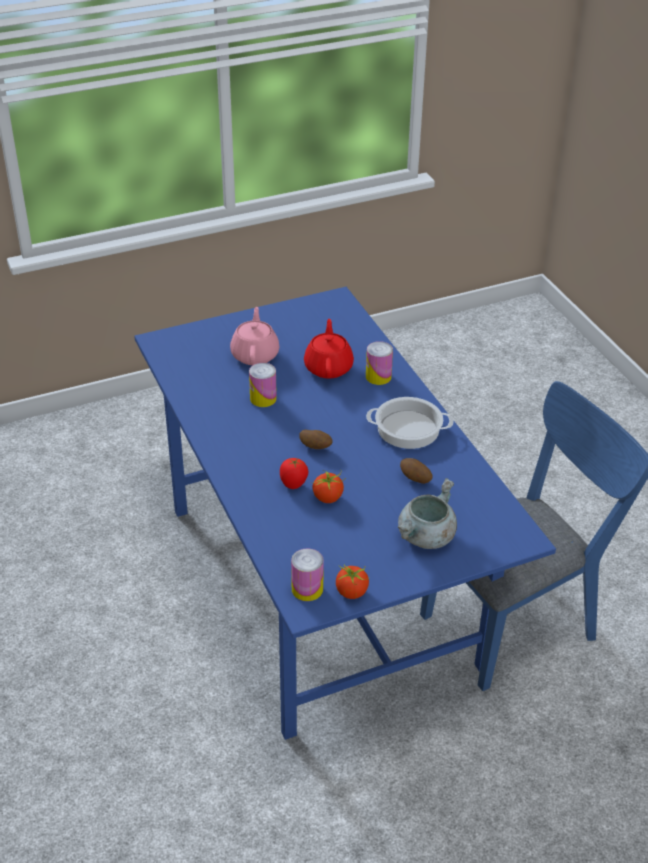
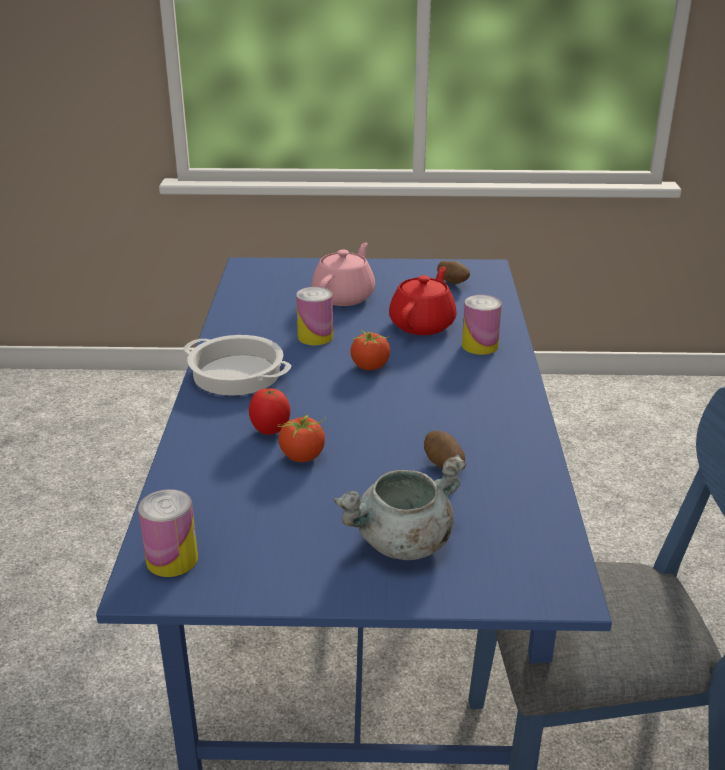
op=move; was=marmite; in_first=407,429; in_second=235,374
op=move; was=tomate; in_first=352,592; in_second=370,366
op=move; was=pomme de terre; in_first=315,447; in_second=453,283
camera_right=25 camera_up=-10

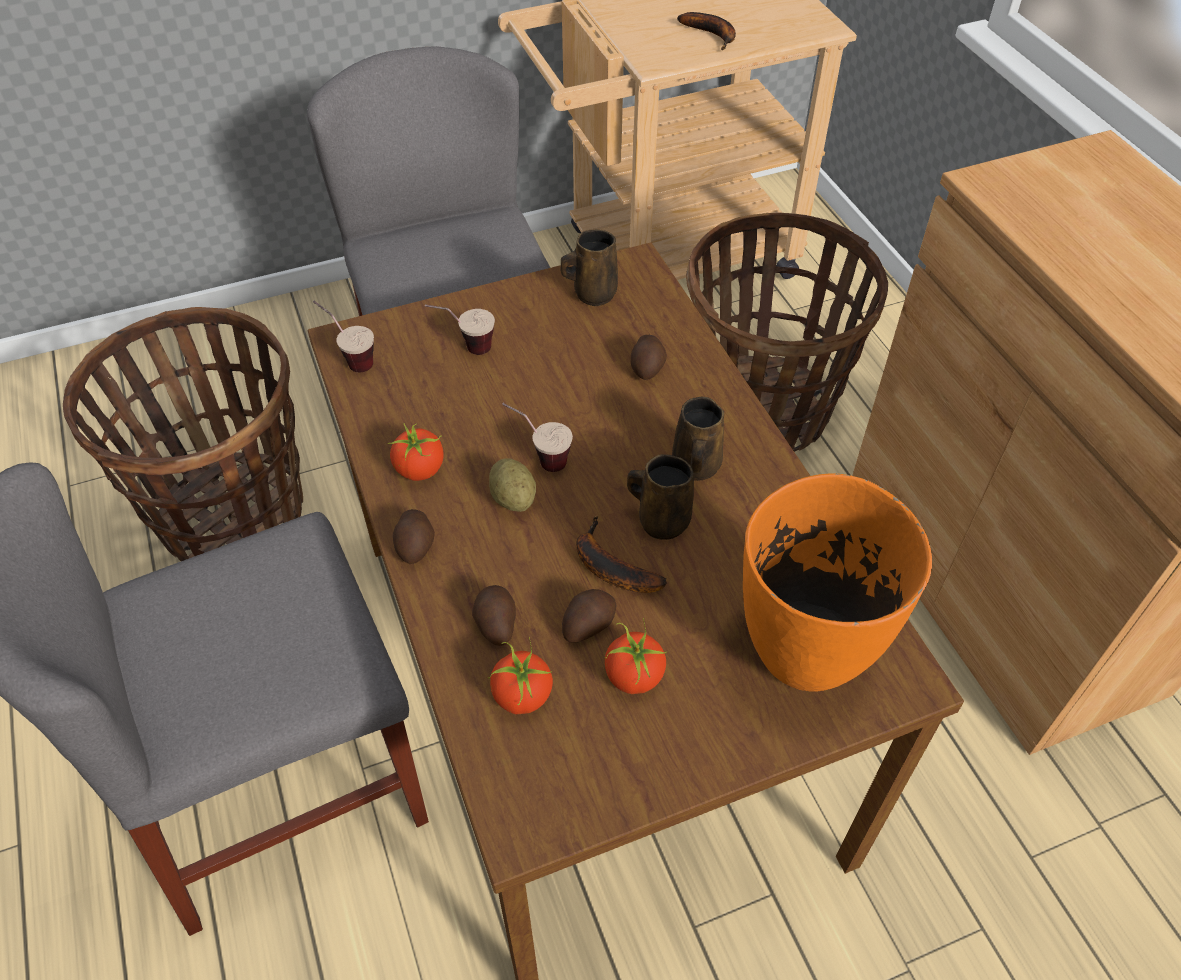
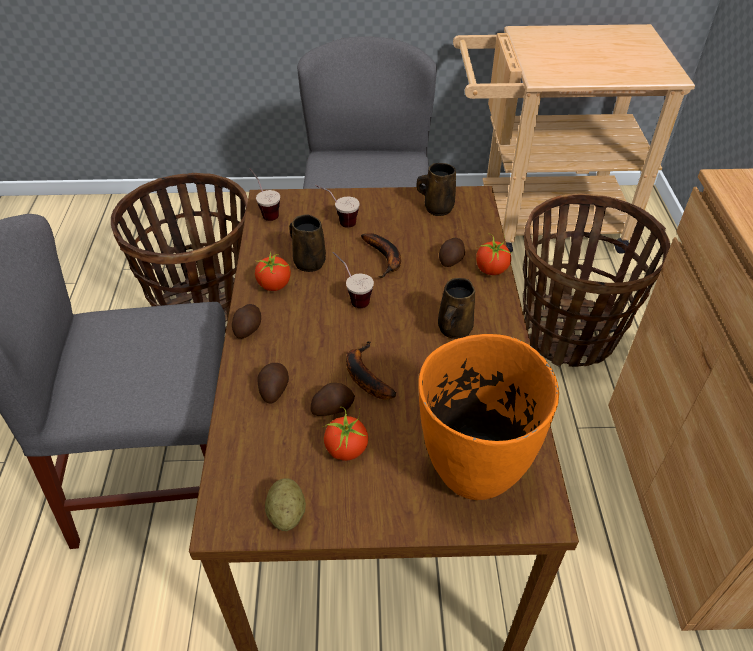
op=move; was=pomme de terre; in_first=513,498; in_second=287,513
op=move; was=mug/marron; in_first=661,520; in_second=308,261
op=move; was=banane; in_first=712,35; in_second=385,258
op=move; was=tomate; in_first=522,695; in_second=491,269
camera_right=20 camera_up=-5

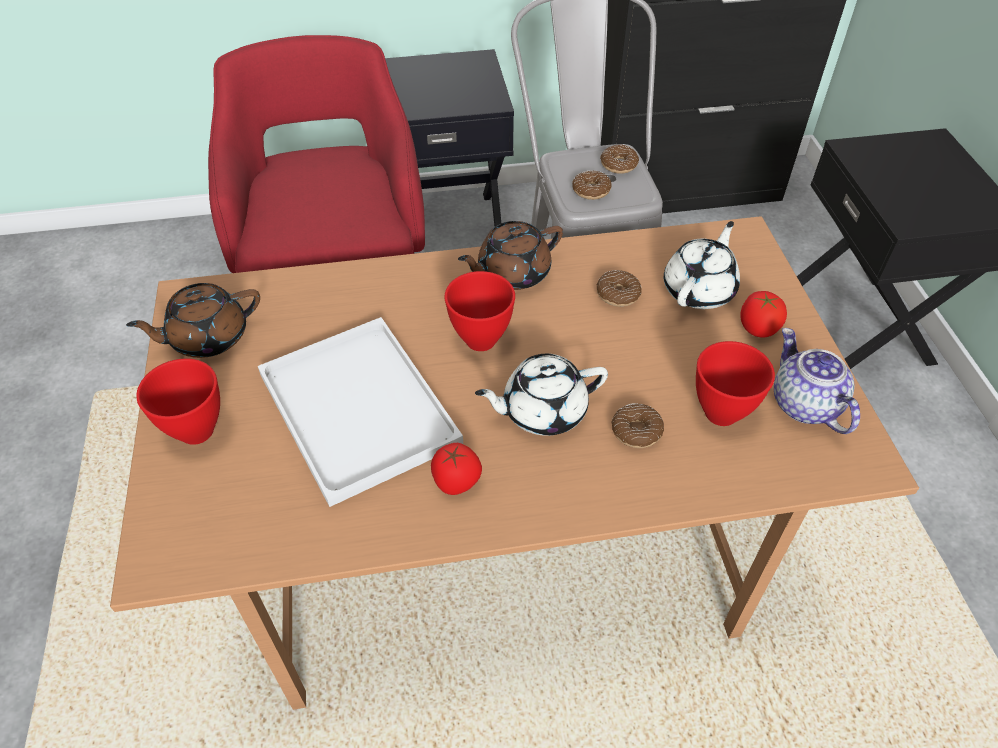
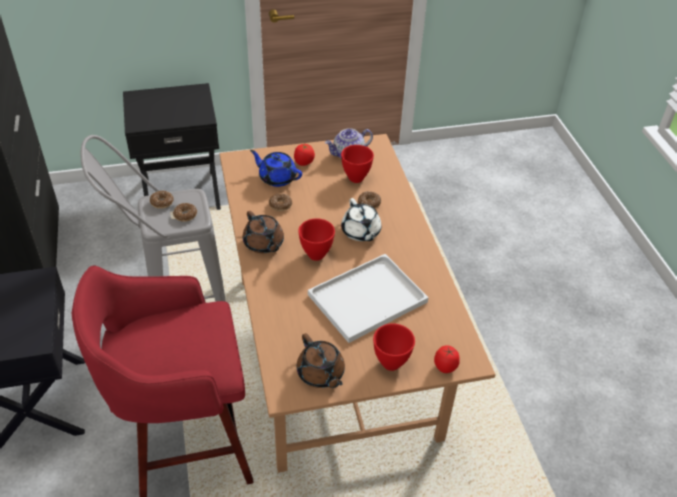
op=recolor; was=théière/blanc; now=théière/bleu; in_first=699,290; in_second=277,178
op=move; was=tomate; in_first=457,483; in_second=445,367
camera_right=-95 camera_up=-5

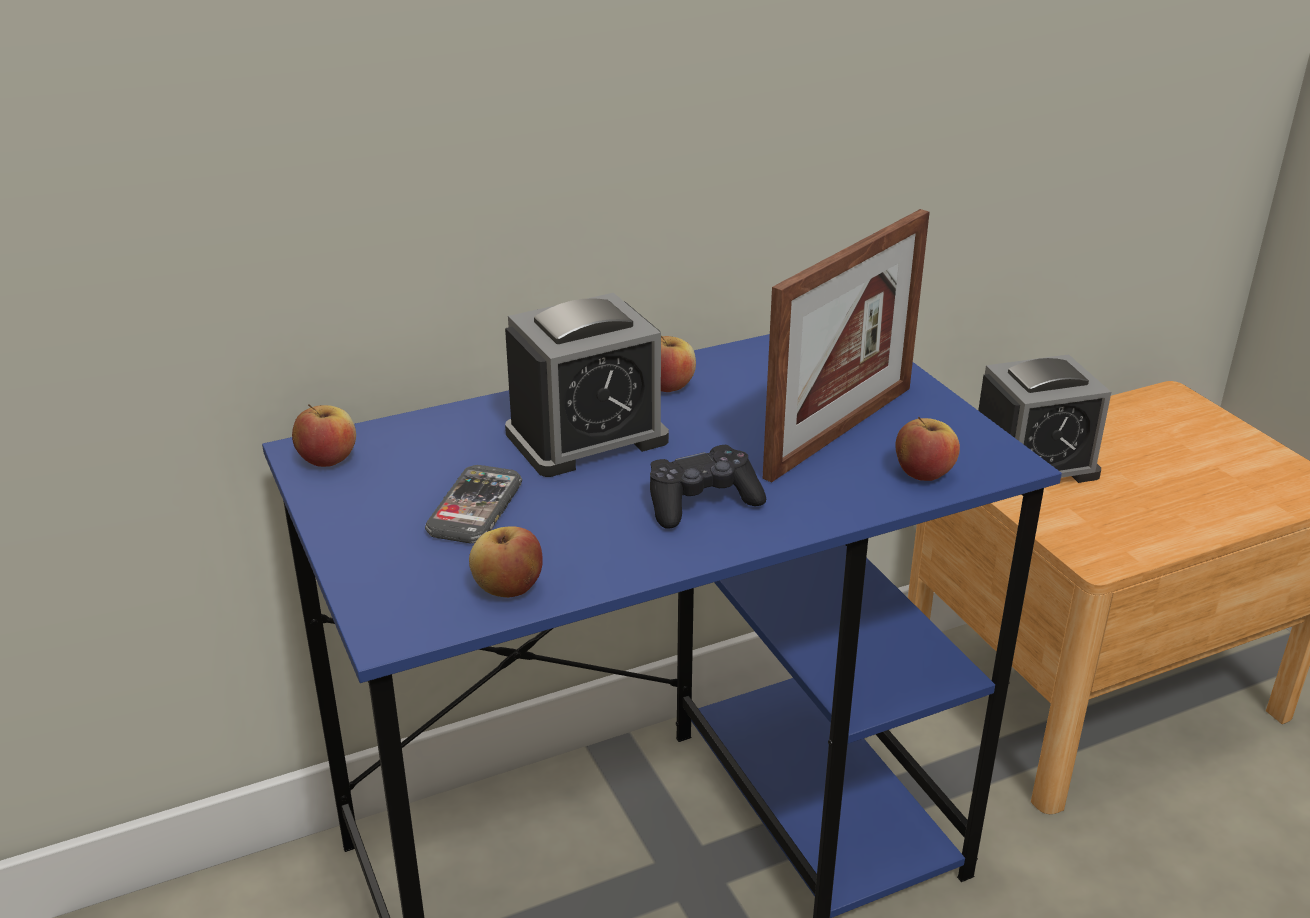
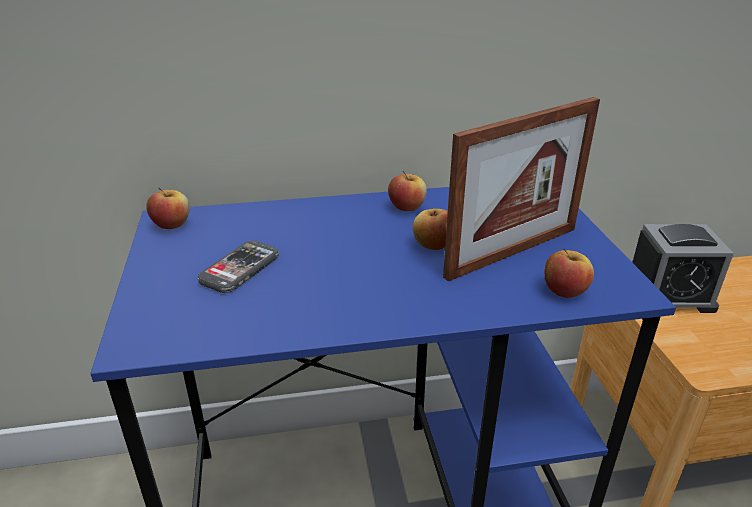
op=move; was=pomme; in_first=508,588; in_second=433,245
op=delete; was=réveil; in_first=587,437
op=delete; was=manette/noir; in_first=701,502
camera_right=15 camera_up=0

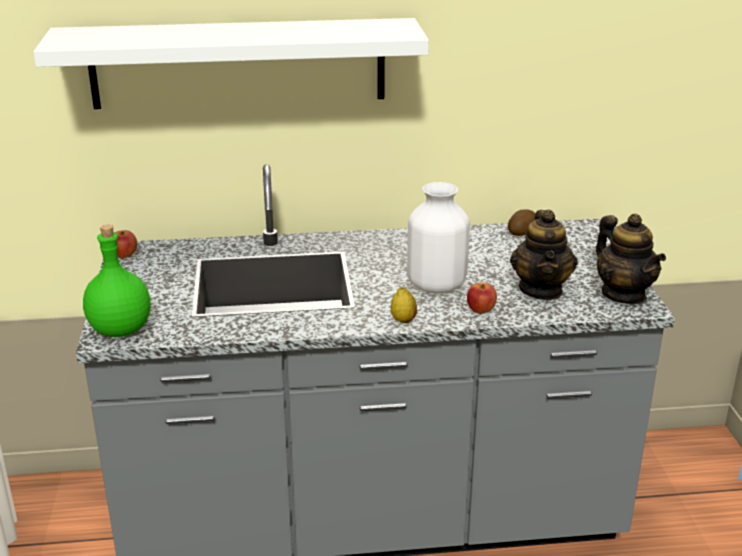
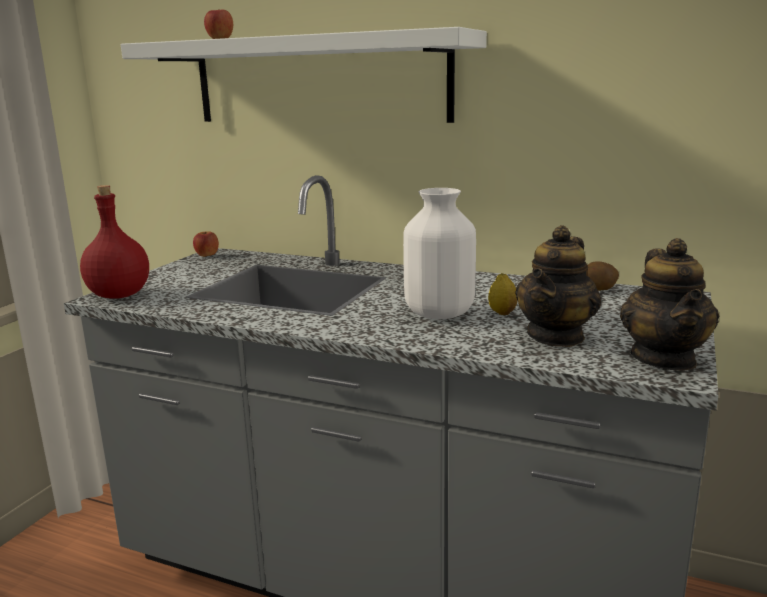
op=recolor; was=bouteille/vert; now=bouteille/rouge; in_first=122,330; in_second=120,295
op=move; was=pomme; in_first=481,311; in_second=220,39
op=move; was=citron; in_first=403,320; in_second=502,313
camera_right=30 camera_up=-10

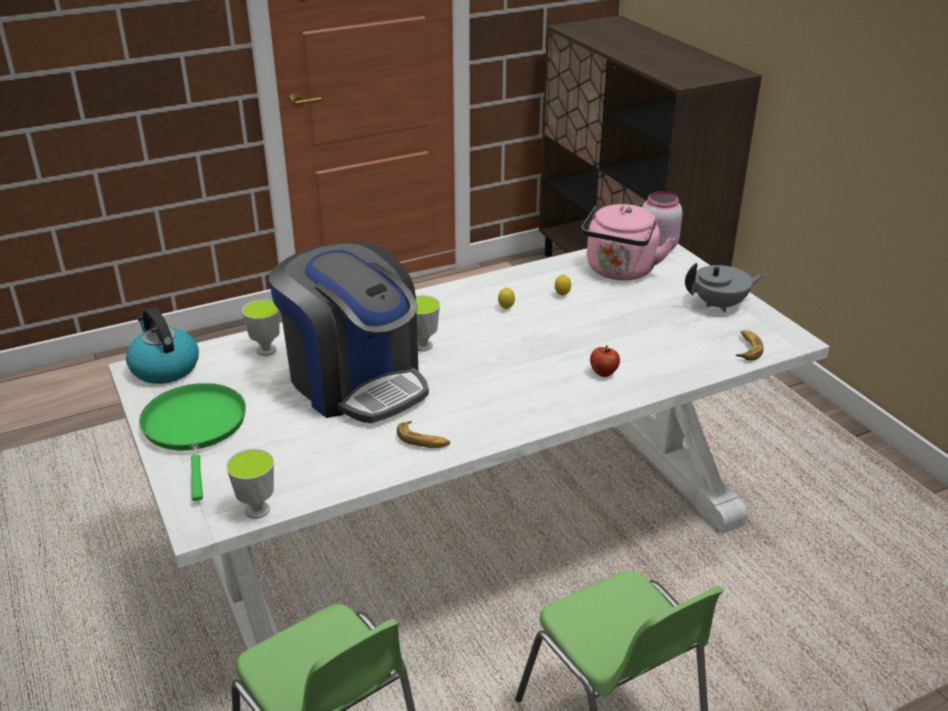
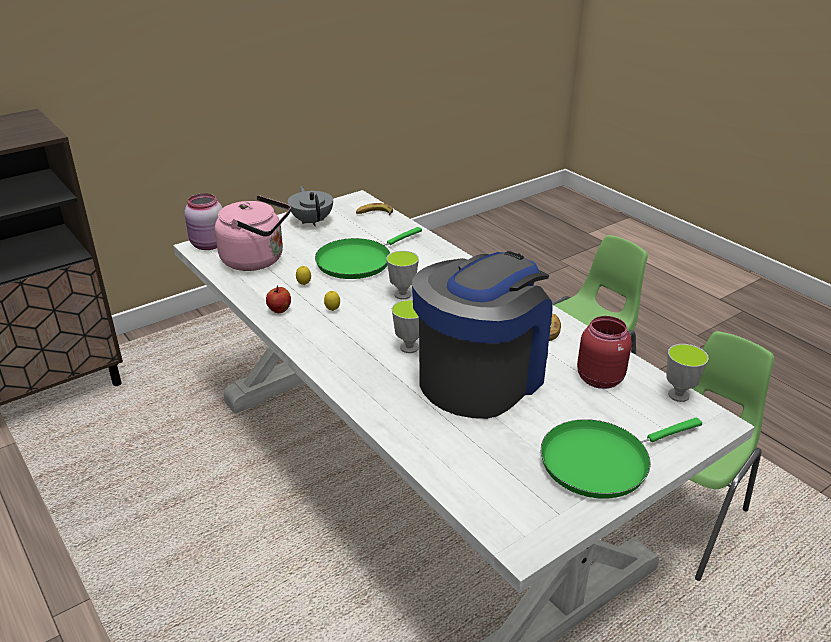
op=move; was=pomme; in_first=603,373; in_second=279,310
op=insert; now=poêle/vert; in_second=358,261
op=move; was=tasse; in_first=266,350; in_second=402,294
op=insert; now=bocal/rouge; in_second=599,378
op=delete; was=bouilloire; in_first=164,368
camera_right=-100 camera_up=0

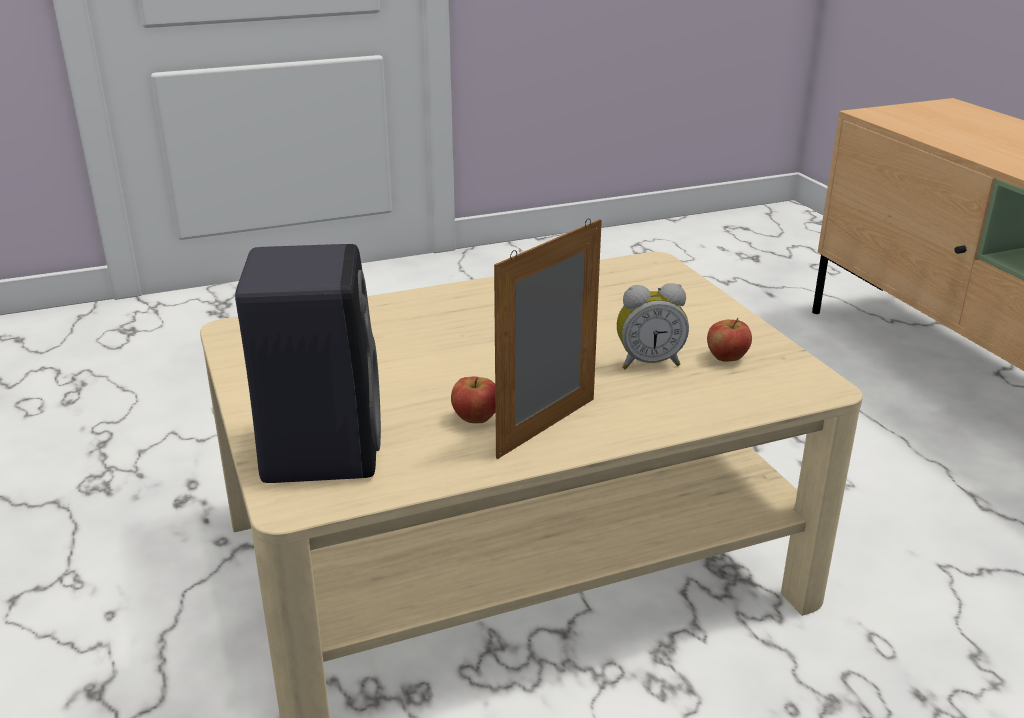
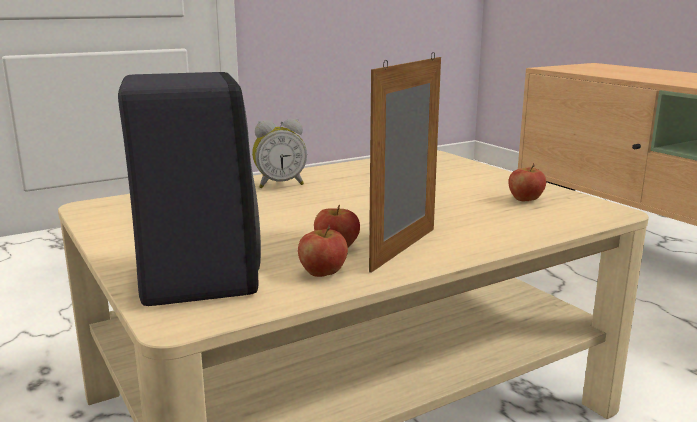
op=move; was=réveil; in_first=648,362; in_second=280,184
op=insert; now=pomme; in_second=322,273
camera_right=-10 camera_up=-10

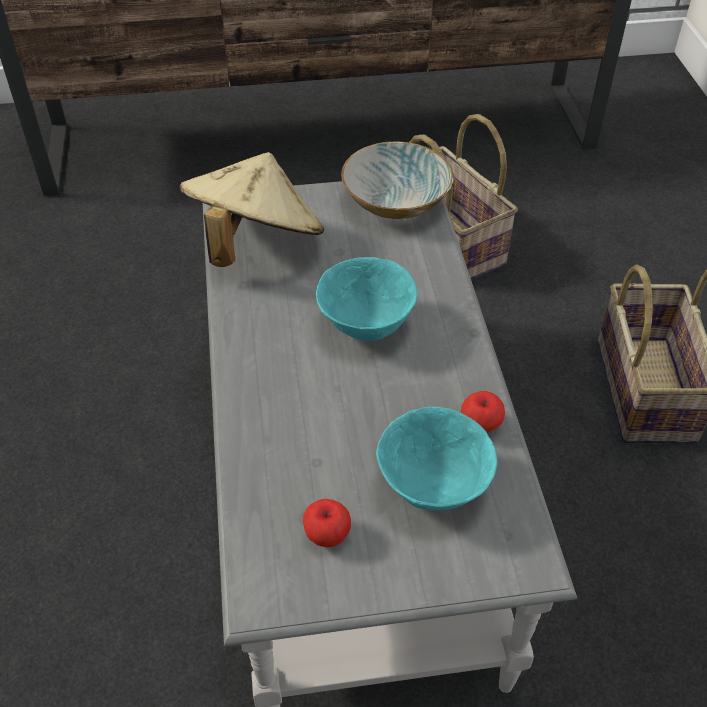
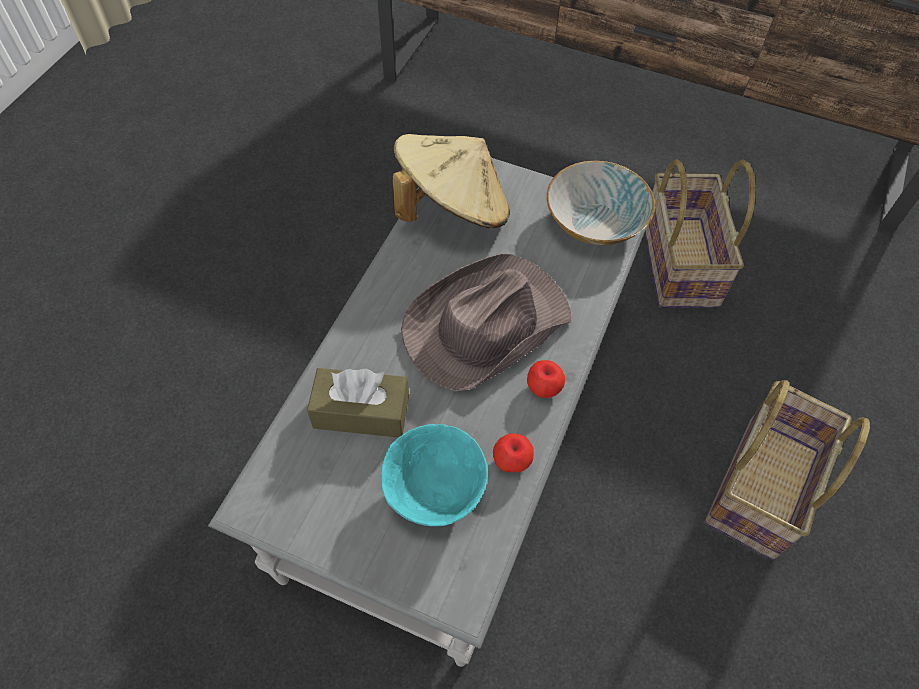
op=insert; now=boîte à mouchoirs/marron; in_second=361,412
op=replace; was=bol/turquoise; now=chapeau/marron; in_first=365,327; in_second=484,326
op=move; was=pomme; in_first=327,535; in_second=543,388
camera_right=30 camera_up=10

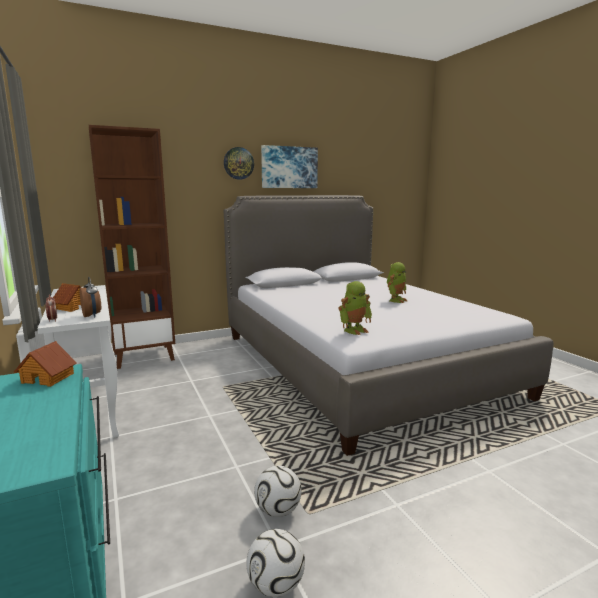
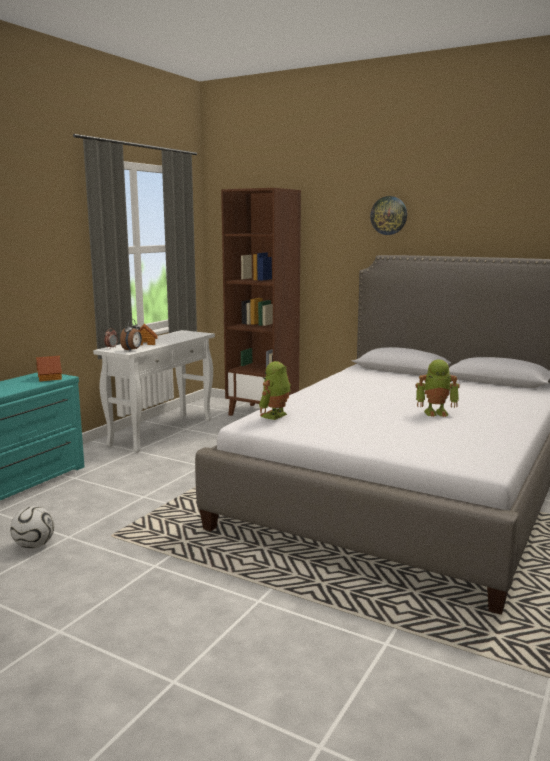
op=rotate; was=robot jouet; in_first=354,330; in_second=275,416; clockwise=105
op=delete; was=ballon de foot; in_first=277,510
op=delete; was=tableau; in_first=289,167
camera_right=55 camera_up=0

